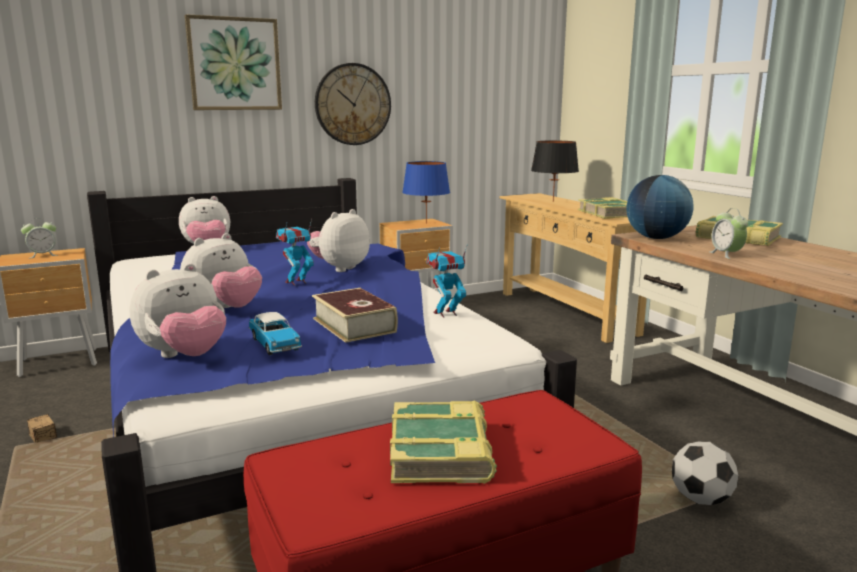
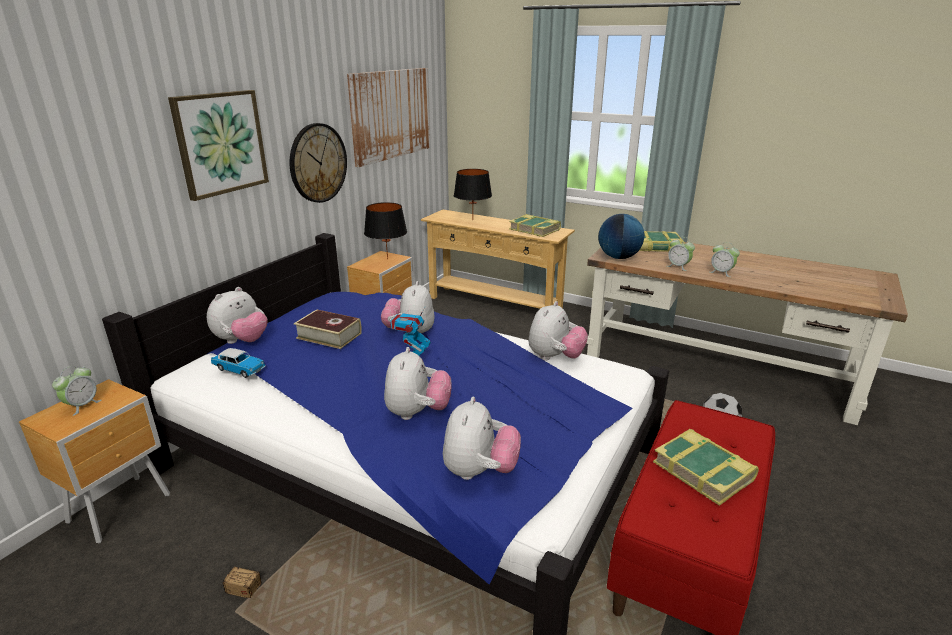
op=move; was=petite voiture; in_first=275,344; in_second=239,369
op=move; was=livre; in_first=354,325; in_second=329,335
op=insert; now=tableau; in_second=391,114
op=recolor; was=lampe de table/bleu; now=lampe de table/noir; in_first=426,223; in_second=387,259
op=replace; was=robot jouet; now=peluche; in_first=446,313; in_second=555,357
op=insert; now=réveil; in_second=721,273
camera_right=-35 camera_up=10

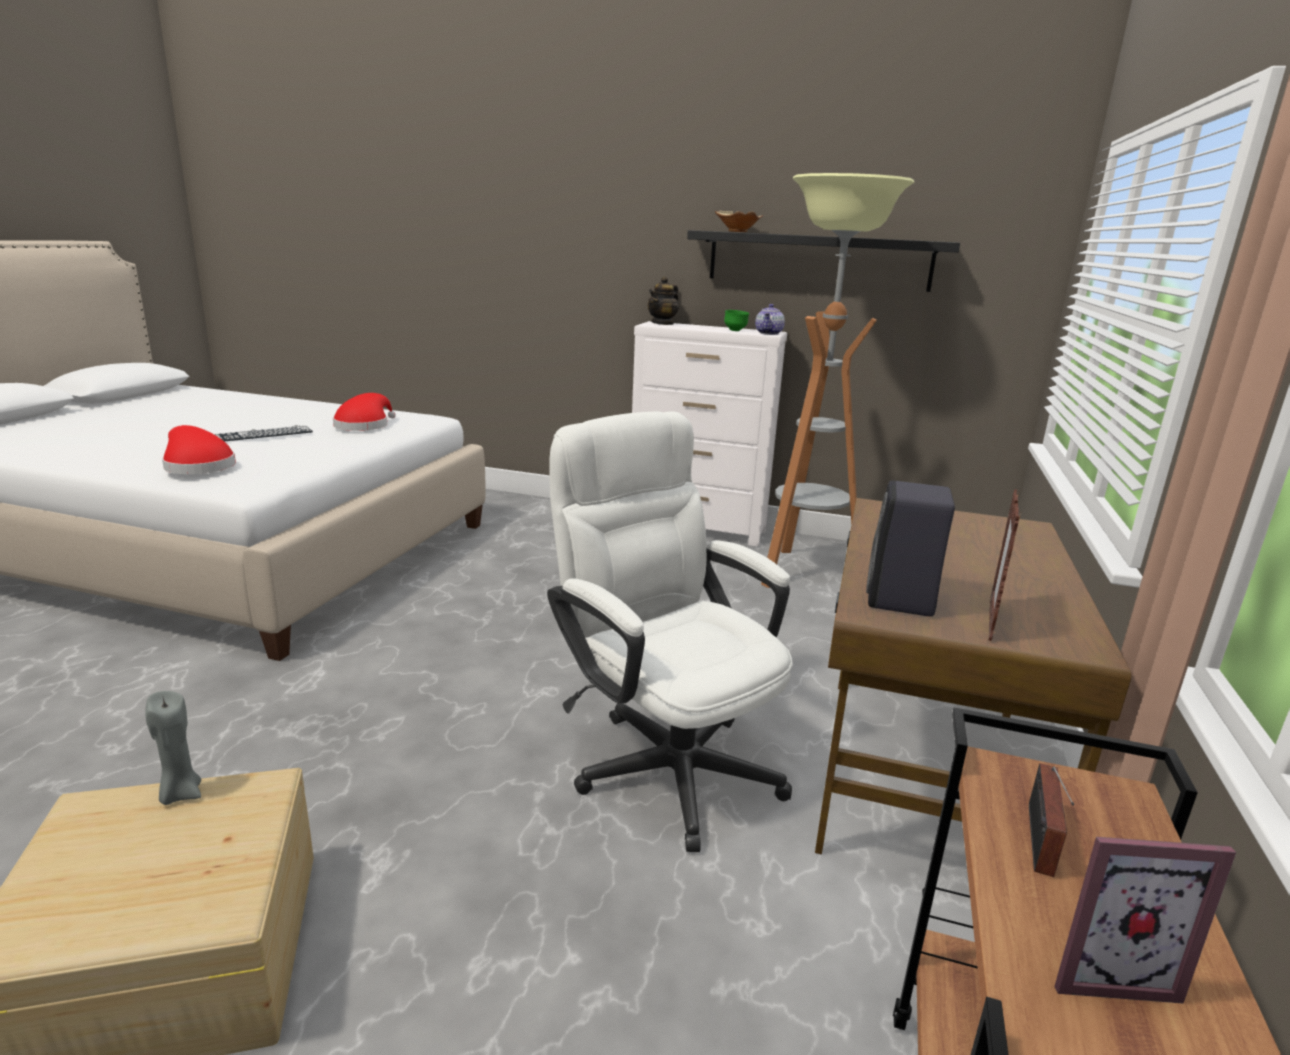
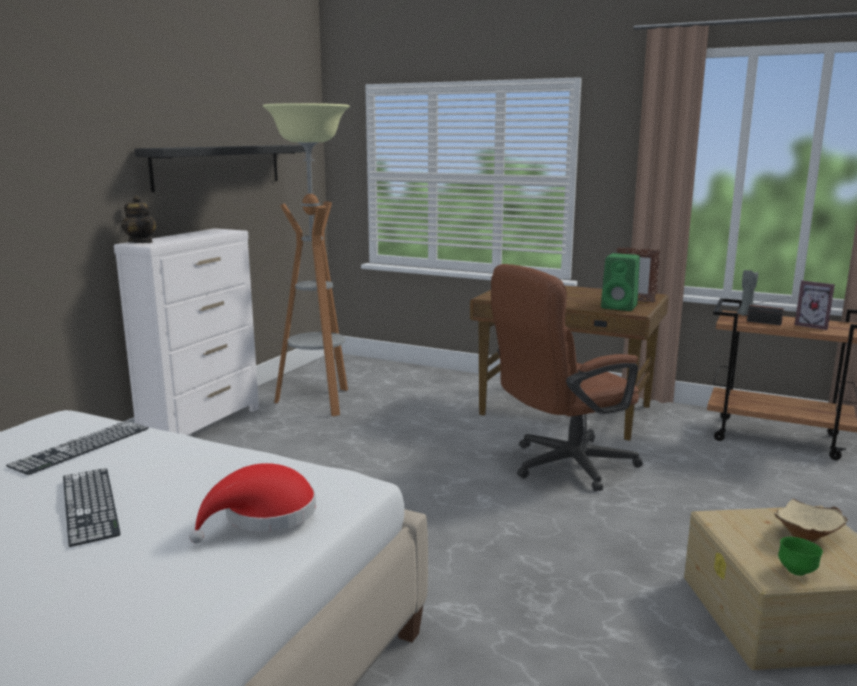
op=replace; was=chapeau/rouge; now=clavier; in_first=364,425; in_second=81,446
op=recolor; was=chaise de bureau/blanc; now=chaise de bureau/marron; in_first=665,760; in_second=562,466
op=recolor; was=enceinte/noir; now=enceinte/vert; in_first=900,600; in_second=620,307
op=move; was=bougie/gris; in_first=180,794; in_second=746,315
op=move; was=bol/beige; in_first=736,231; in_second=806,537
op=move; was=bol/vert; in_first=735,330; in_second=797,571
op=rotate; was=cadre photo; in_first=1102,967; in_second=813,326; clockwise=120
op=delete; was=théière; in_first=769,333
camera_right=-80 camera_up=-5

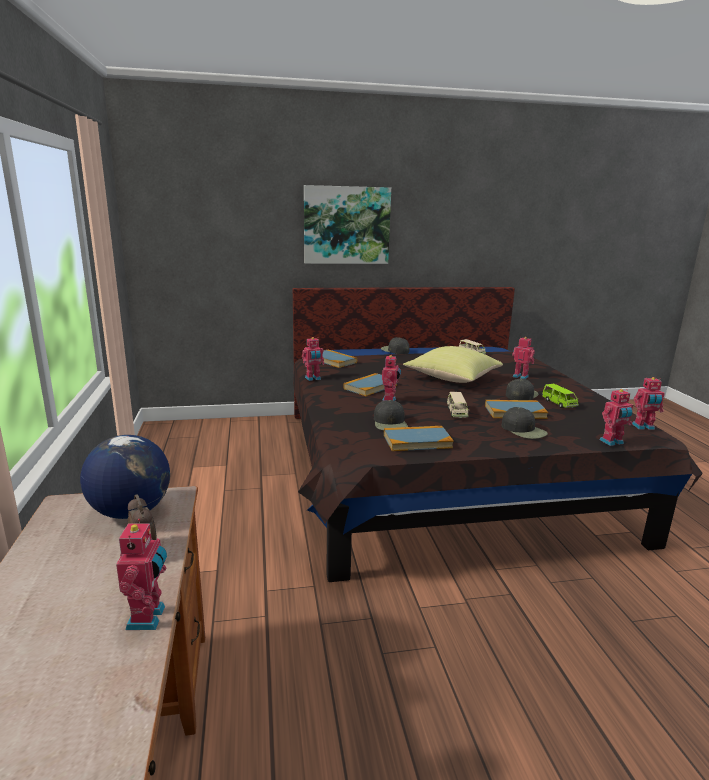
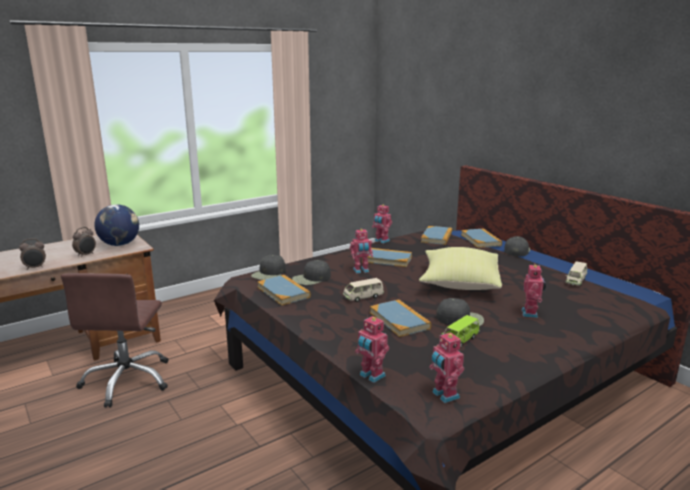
op=replace; was=robot jouet; now=réveil; in_first=149,618; in_second=35,268
op=insert; now=chaise de bureau/marron; in_second=128,380
op=move; was=casquette/noir; in_first=524,430; in_second=269,273
op=insert; now=livre; in_second=480,240
op=delete; was=tableau; in_first=346,225
camera_right=65 camera_up=0

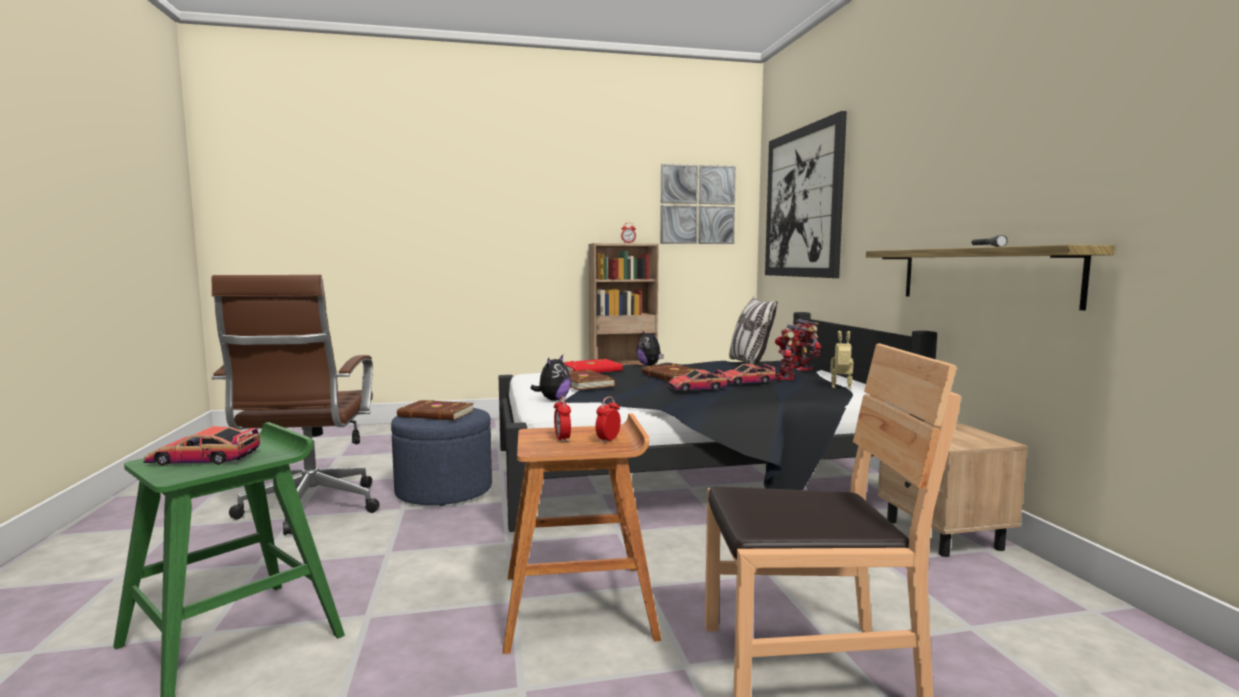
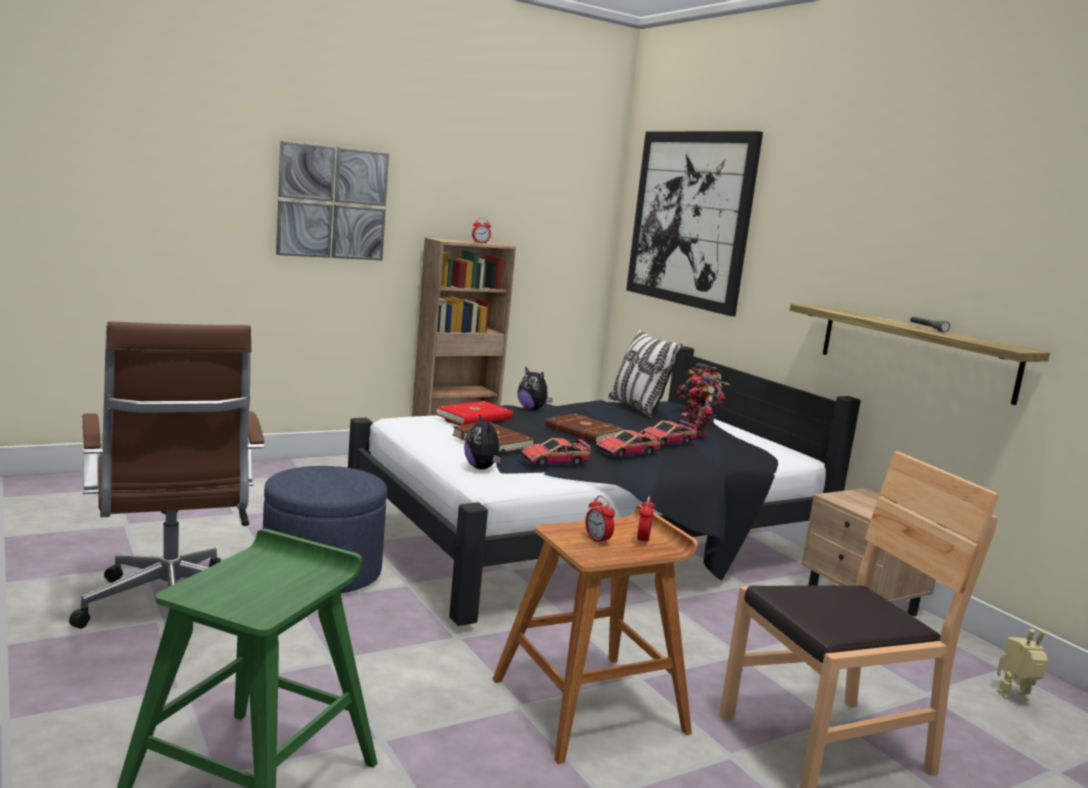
op=move; was=tableau; in_first=697,205; in_second=332,202
op=rotate; was=peluche; in_first=553,400; in_second=482,468; clockwise=150
op=move; was=petite voiture; in_first=203,458; in_second=553,461
op=move; was=robot jouet; in_first=841,387; in_second=1015,698
op=delete; was=livre/marron; in_first=436,414
camera_right=-20 camera_up=5

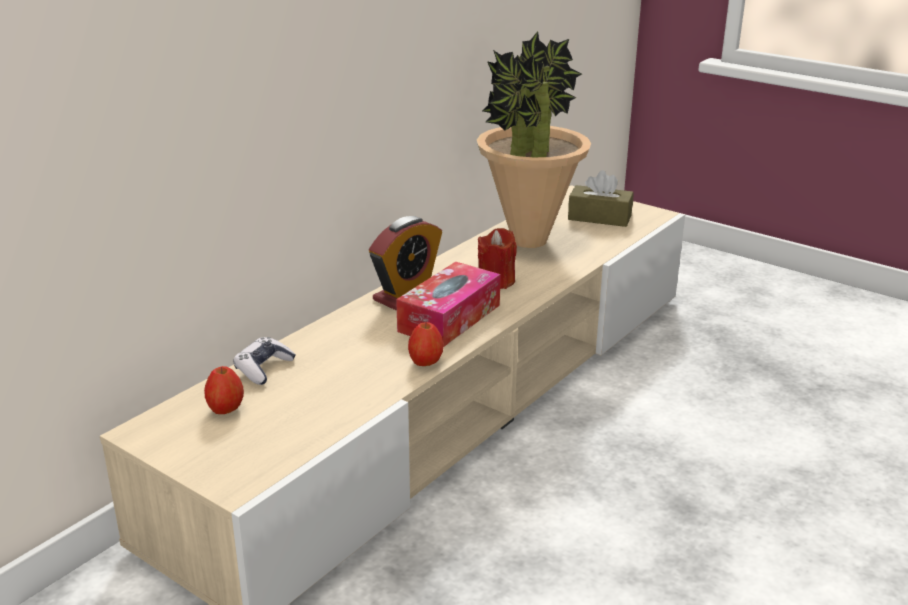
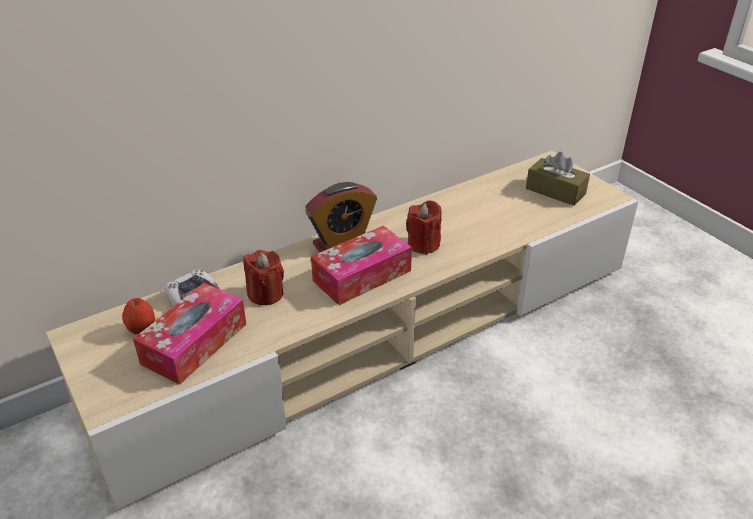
op=insert; now=boîte à mouchoirs; in_second=194,343
op=insert; now=bougie/rouge; in_second=265,294
op=delete; was=pomme; in_first=425,363
op=delete; was=plante en pot; in_first=529,241
camera_right=20 camera_up=10

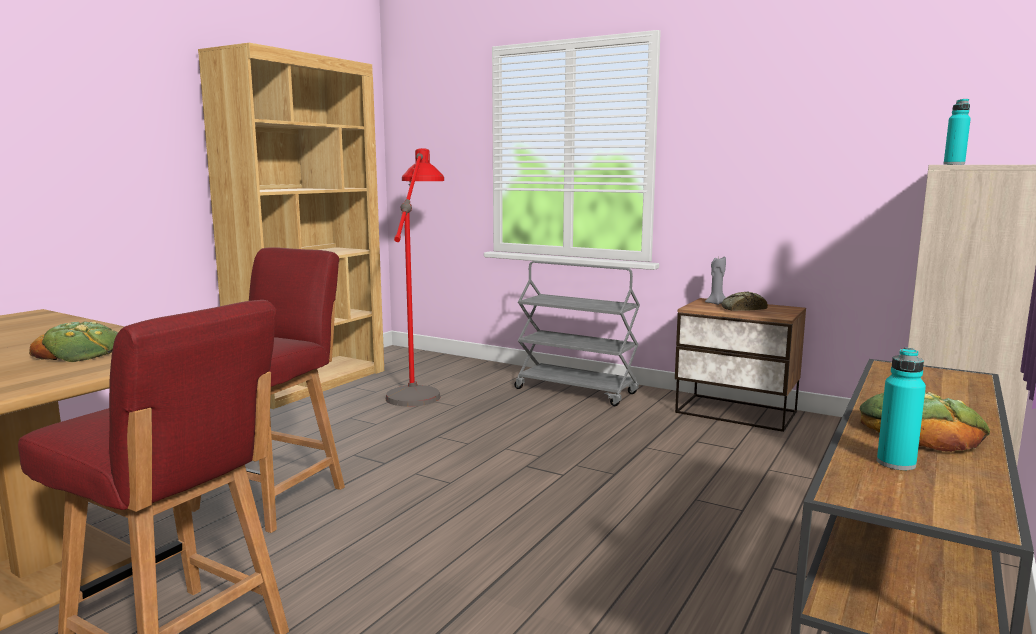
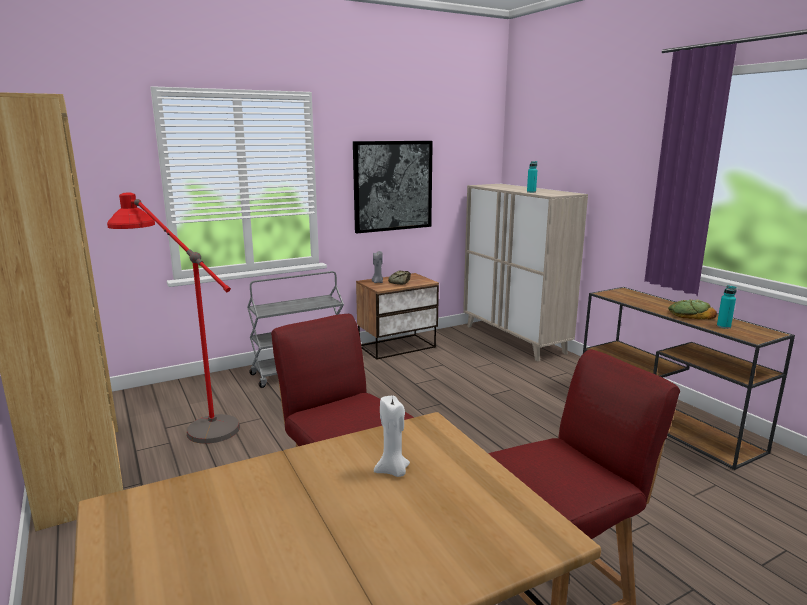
op=insert; now=tableau; in_second=393,186
op=replace; was=pain; now=bougie/blanc; in_first=81,352; in_second=393,471
camera_right=-60 camera_up=5

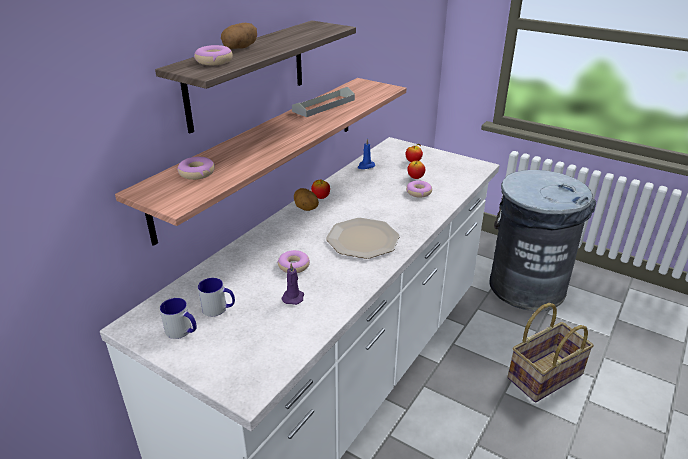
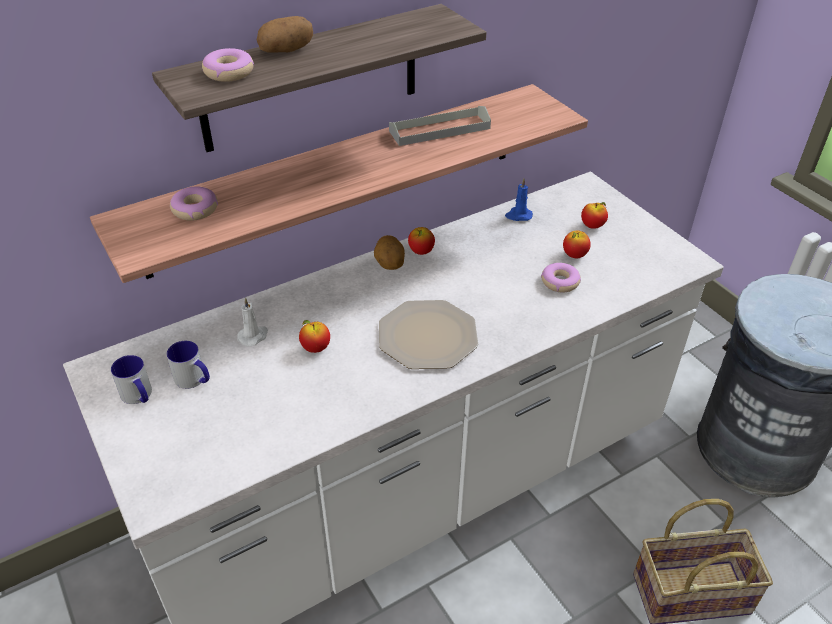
op=insert; now=bougie/blanc; in_second=253,336
op=replace; was=beignet; now=pomme; in_first=293,266; in_second=315,348
op=delete; was=bougie/violet; in_first=293,297
camera_right=25 camera_up=10

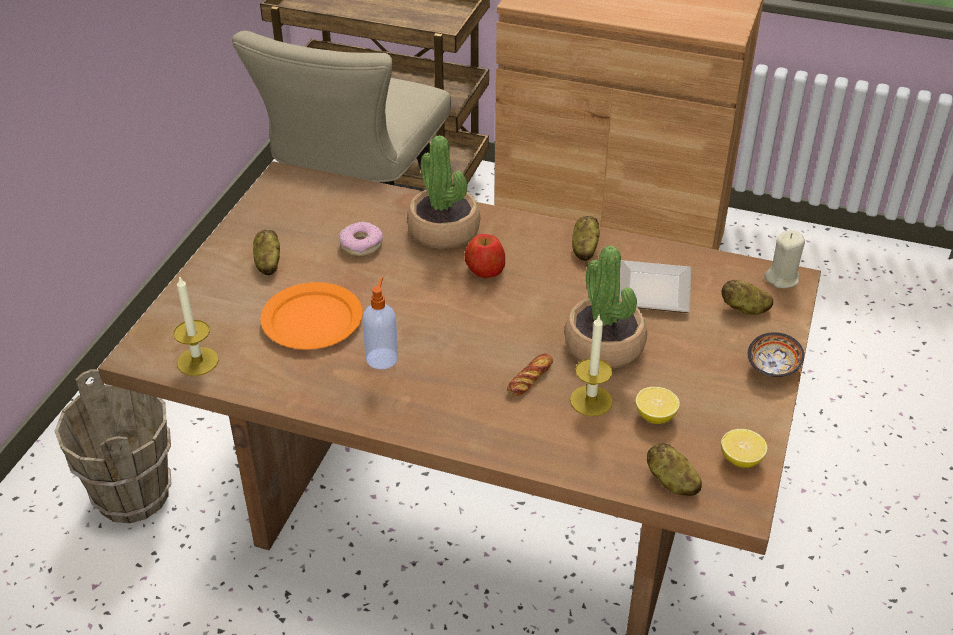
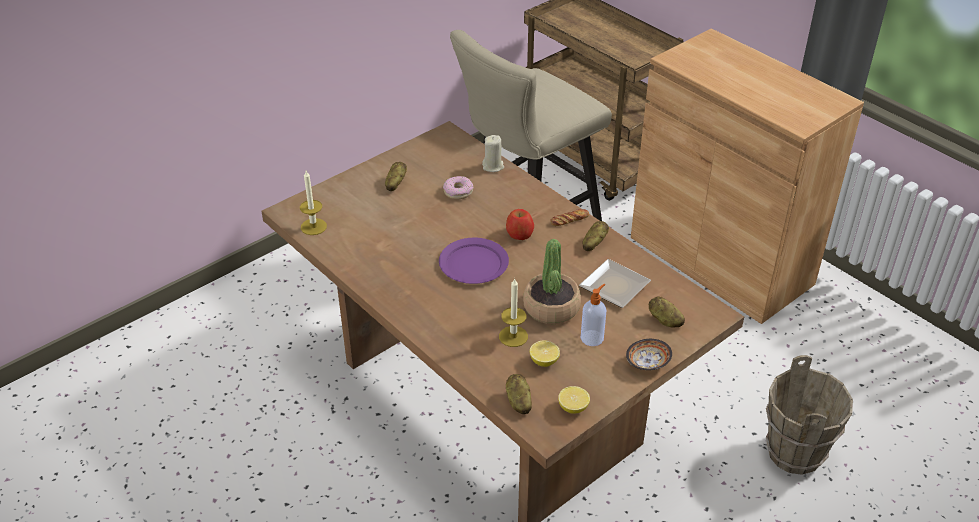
op=insert; now=assiette/violet; in_second=473,264
op=move; was=bougie/beige; in_first=782,278; in_second=493,166
op=move; was=pain; in_first=530,378; in_second=569,220
op=move; was=distributeur de savon; in_first=382,357; in_second=592,337
op=move; was=seau/marron; in_first=134,495; in_second=795,453
op=delete; was=assiette/orange; in_first=312,320
op=delete; was=plante en pot; in_first=444,230
camera_right=30 camera_up=0

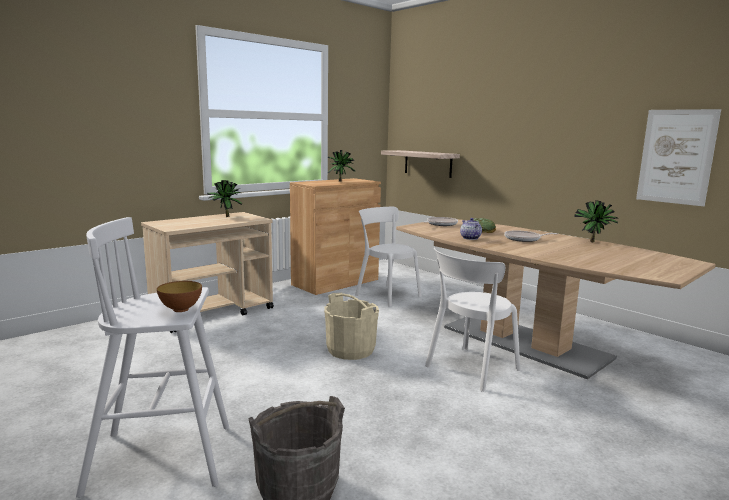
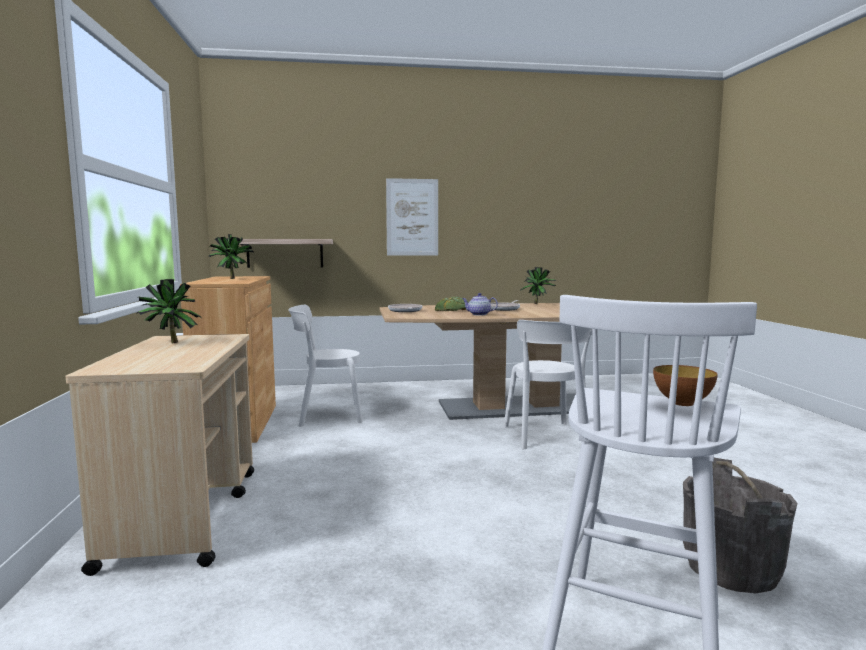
op=move; was=tableau; in_first=676,157; in_second=412,217
op=delete; was=seau/beige; in_first=351,350
camera_right=-55 camera_up=-5

